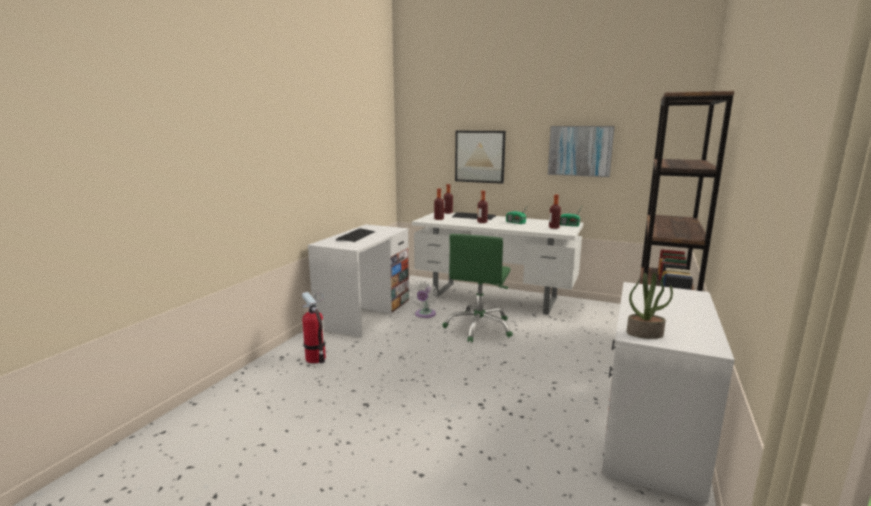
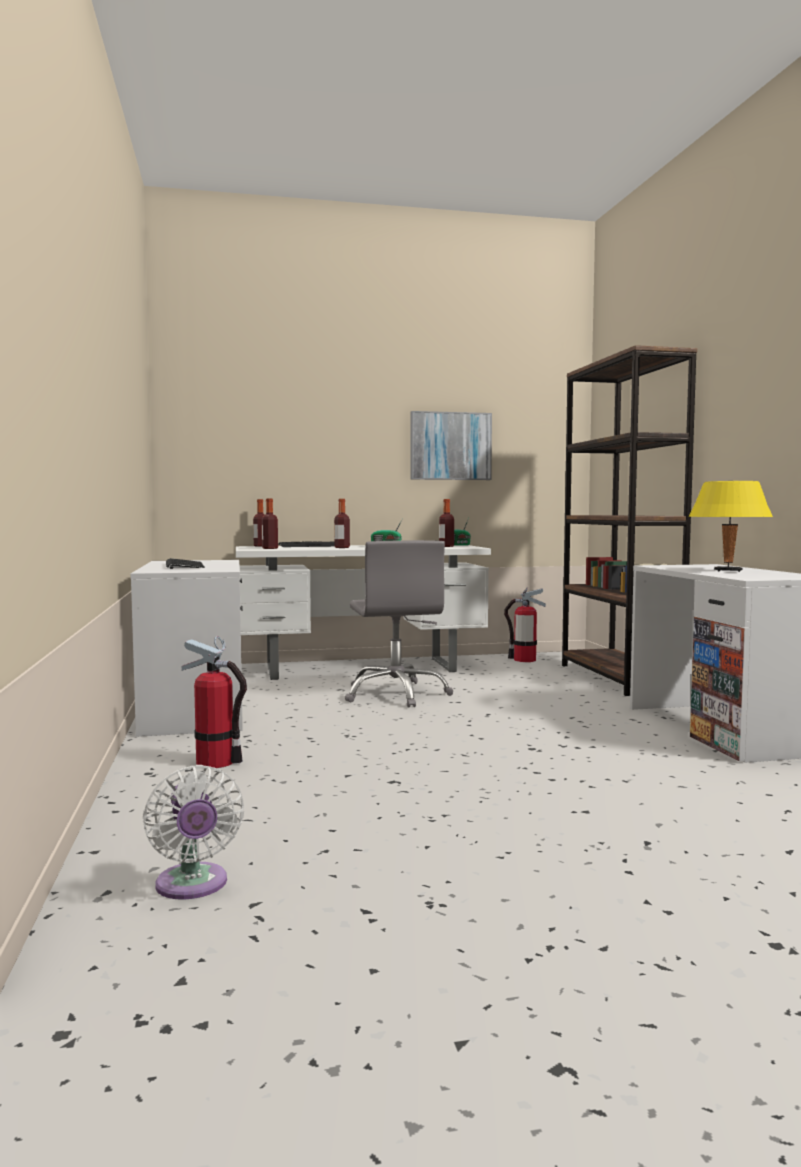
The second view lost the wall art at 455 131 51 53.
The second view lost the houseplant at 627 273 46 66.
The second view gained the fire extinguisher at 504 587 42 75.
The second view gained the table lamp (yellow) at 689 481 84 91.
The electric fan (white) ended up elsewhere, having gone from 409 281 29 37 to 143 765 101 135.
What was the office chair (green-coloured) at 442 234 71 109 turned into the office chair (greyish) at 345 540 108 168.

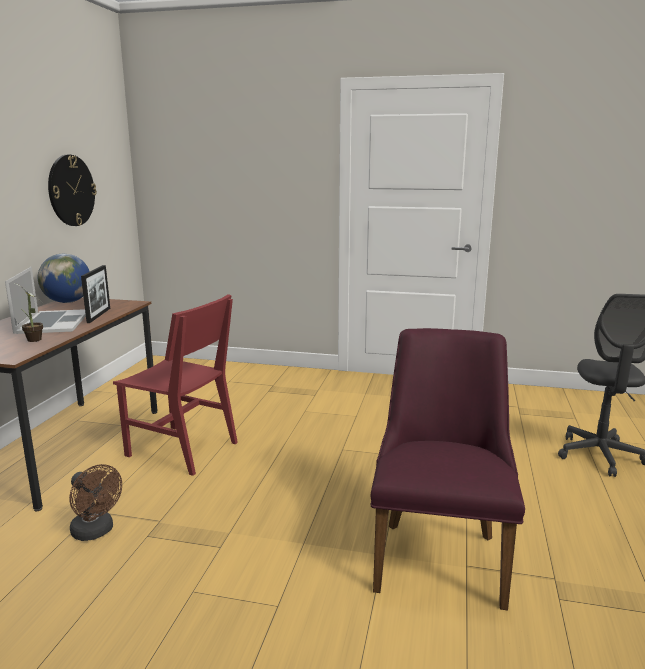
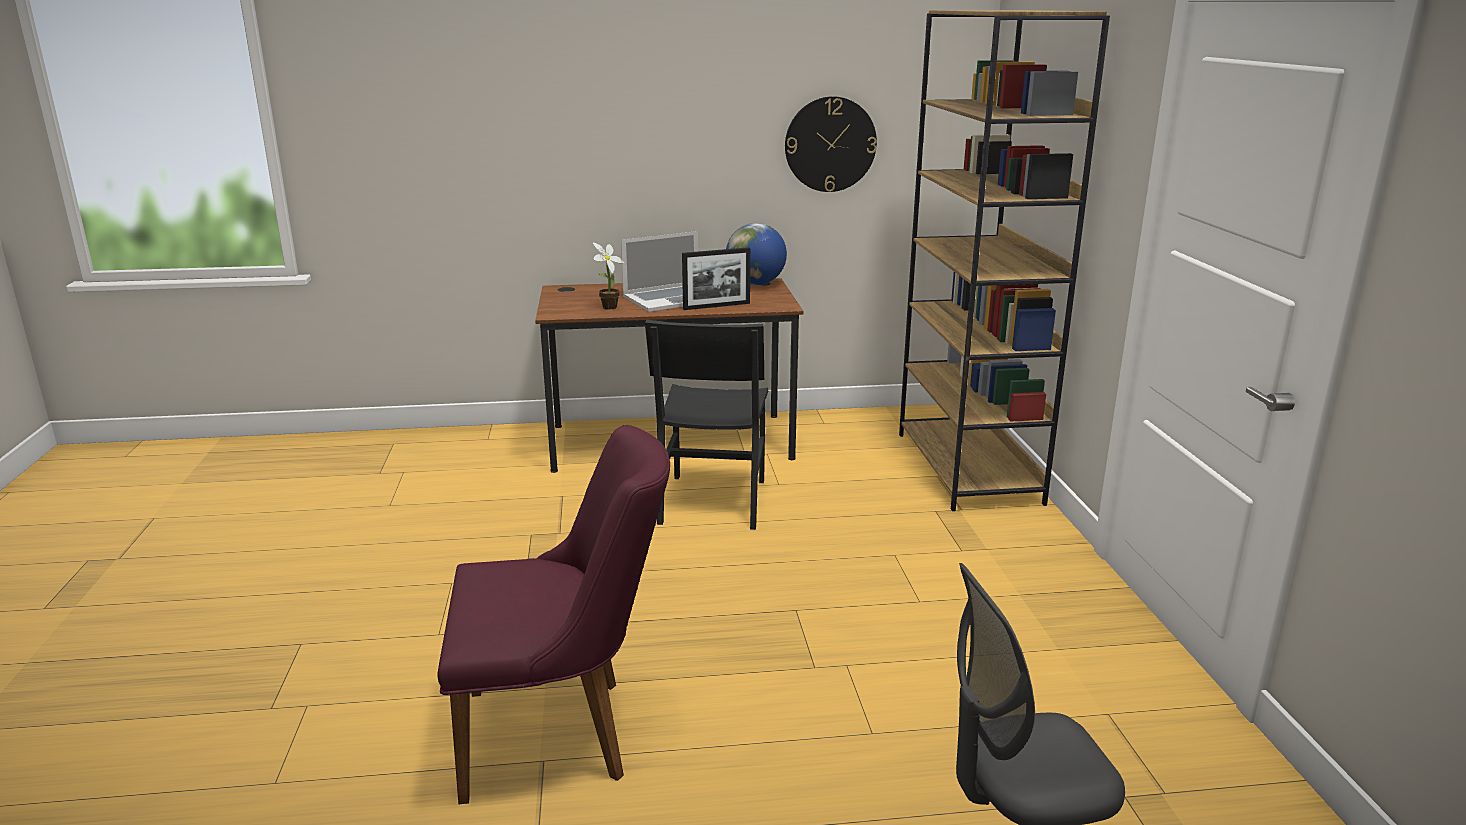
The second view lost the electric fan (brown) at 69 464 53 77.
The second view gained the shelving unit (brown) at 899 10 211 501.
What was the upright chair (red) at 113 294 125 182 turned into the upright chair (black-coloured) at 645 320 123 210.

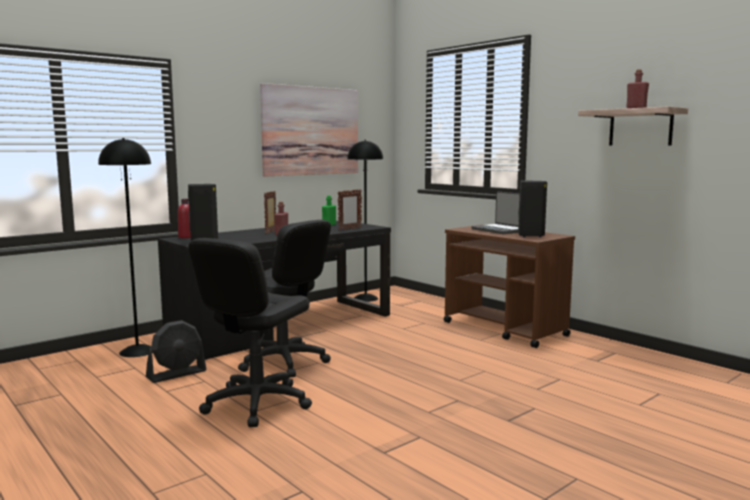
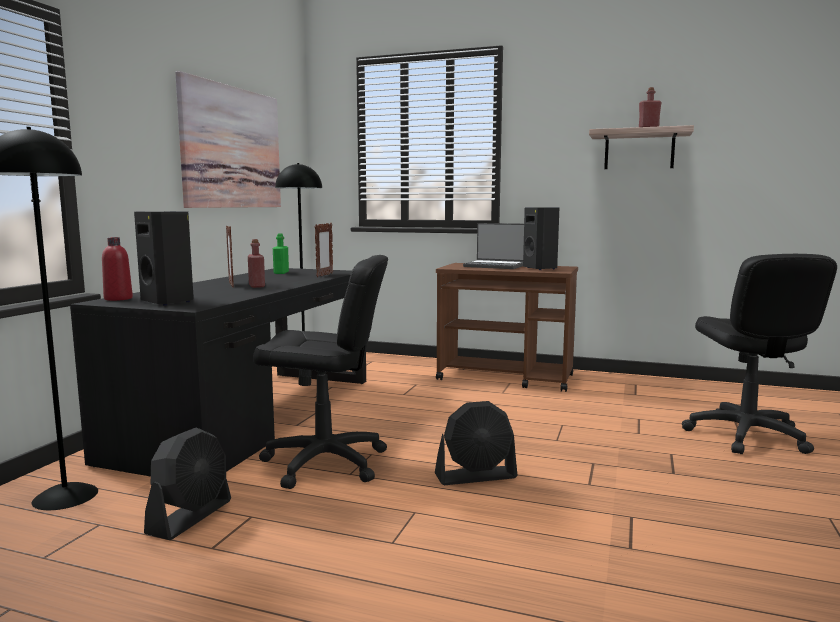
The second view gained the electric fan (black-coloured) at 435 401 83 84.
The office chair (black-coloured) ended up elsewhere, having gone from 188 238 124 189 to 682 254 155 200.

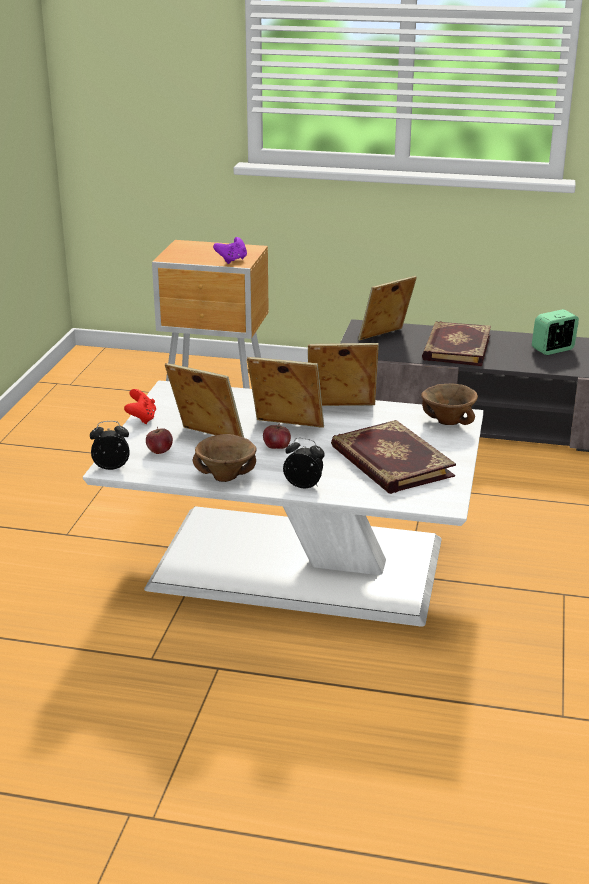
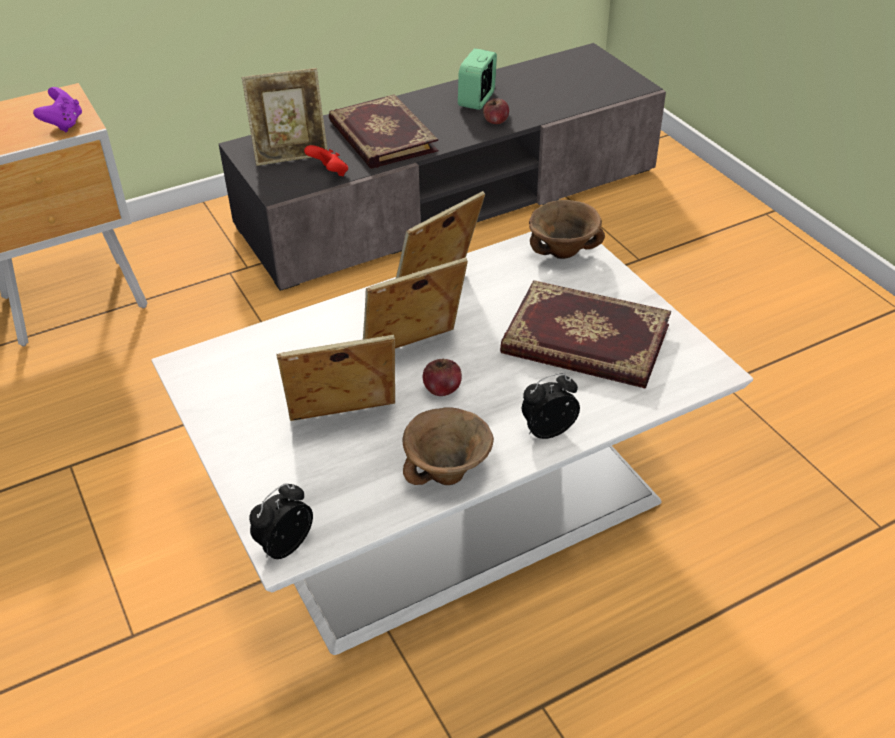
The joypad (red) ended up elsewhere, having gone from 124 389 32 35 to 304 145 44 31.
The apple fruit ended up elsewhere, having gone from 146 427 27 27 to 483 98 26 26.
The photo frame at 358 276 59 64 ended up facing another way, 120 degrees counterclockwise from before.

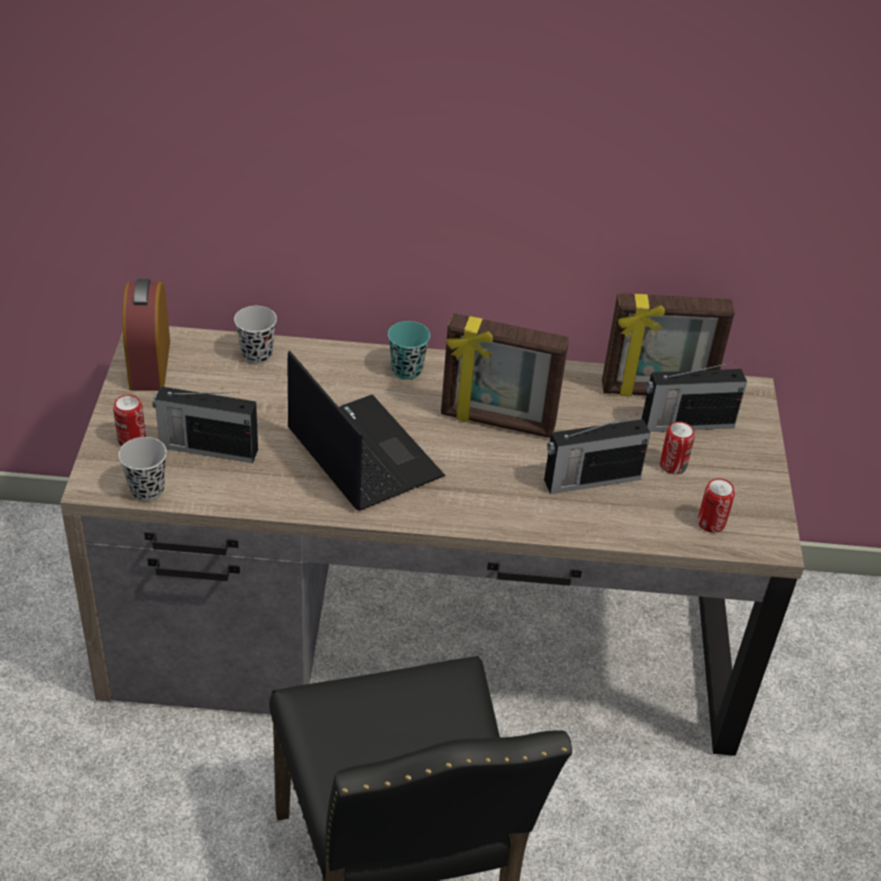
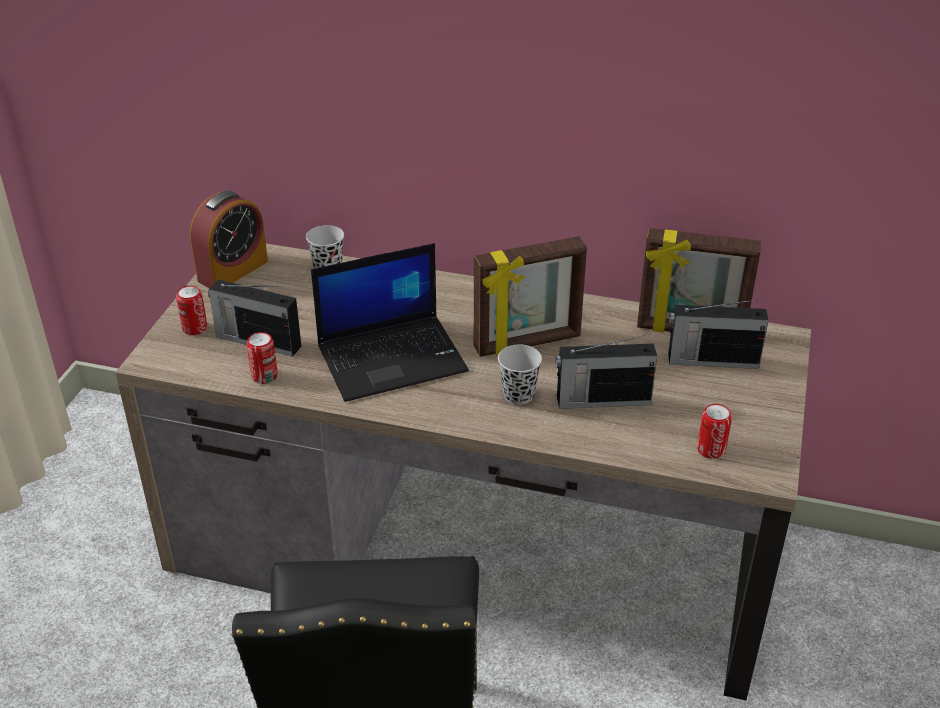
The second view lost the small cup (turquoise) at 388 321 42 59.
The small cup (black-coloured) ended up elsewhere, having gone from 119 437 48 65 to 498 345 44 60.
The metal can ended up elsewhere, having gone from 660 422 35 53 to 247 332 31 52.
The table clock at 122 279 48 112 ended up facing another way, 150 degrees counterclockwise from before.
The notebook computer at 287 350 159 161 ended up facing another way, 90 degrees clockwise from before.
The photo frame at 441 313 128 125 ended up facing another way, 45 degrees counterclockwise from before.

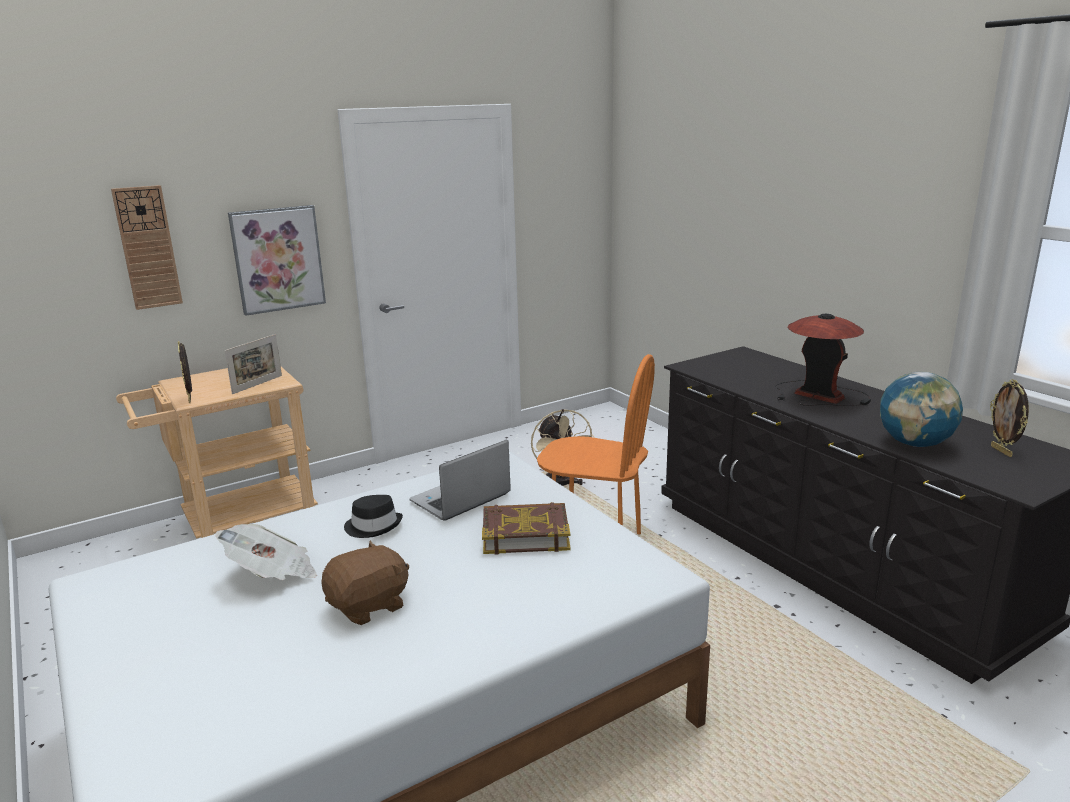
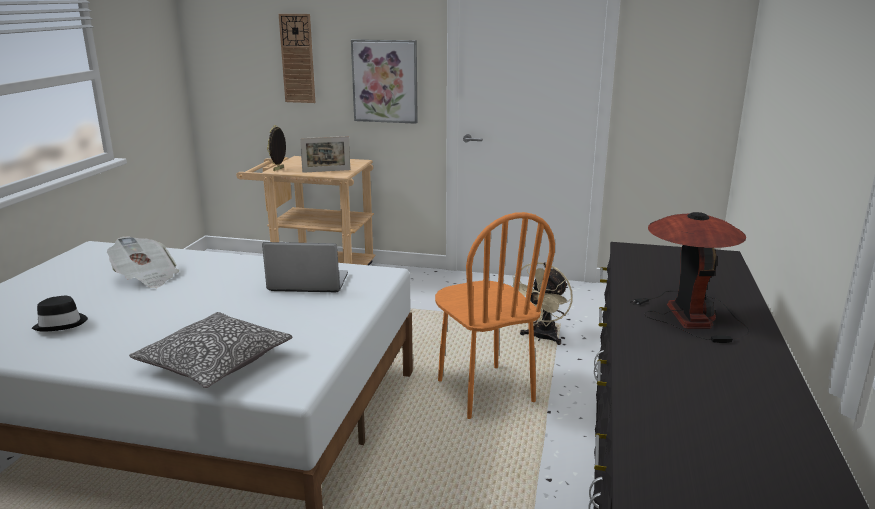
The second view lost the cuddly toy (brown) at 321 540 88 85.
The second view lost the volume at 482 502 89 53.
The second view lost the desk globe at 880 371 83 76.
The second view lost the photo frame at 990 379 39 78.
The second view gained the cushion at 129 312 164 76.
The wearable hat (black-coloured) ended up elsewhere, having gone from 344 495 59 43 to 32 296 56 36.

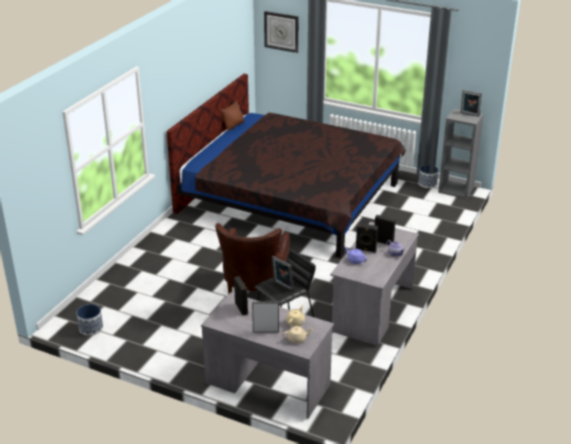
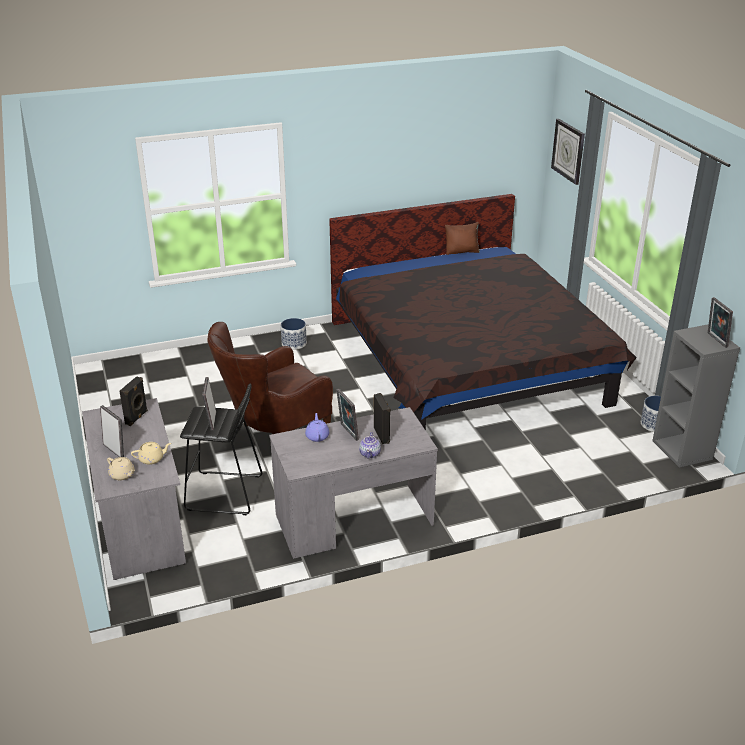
The plant pot ended up elsewhere, having gone from 76 304 27 32 to 281 318 26 32.
Where the audio speaker (black-coloured) stood at 355 223 23 30, the photo frame came to stand at 336 389 23 52.

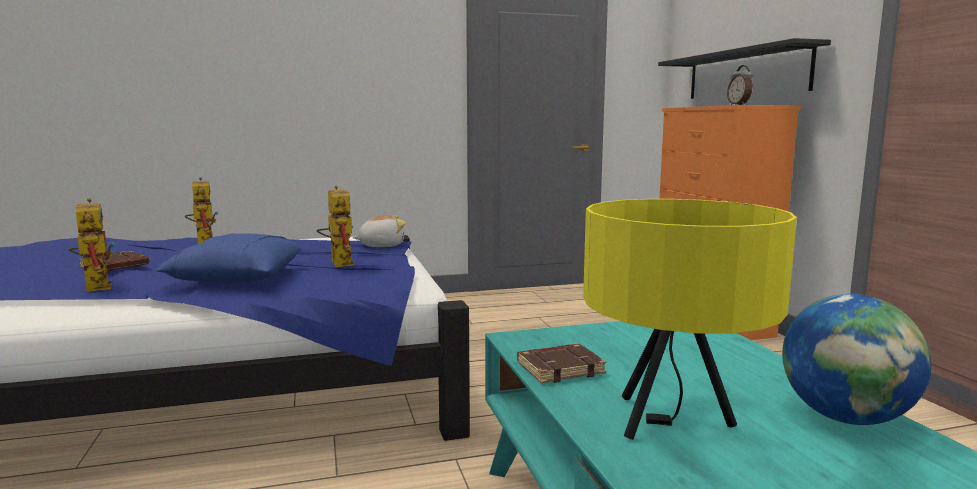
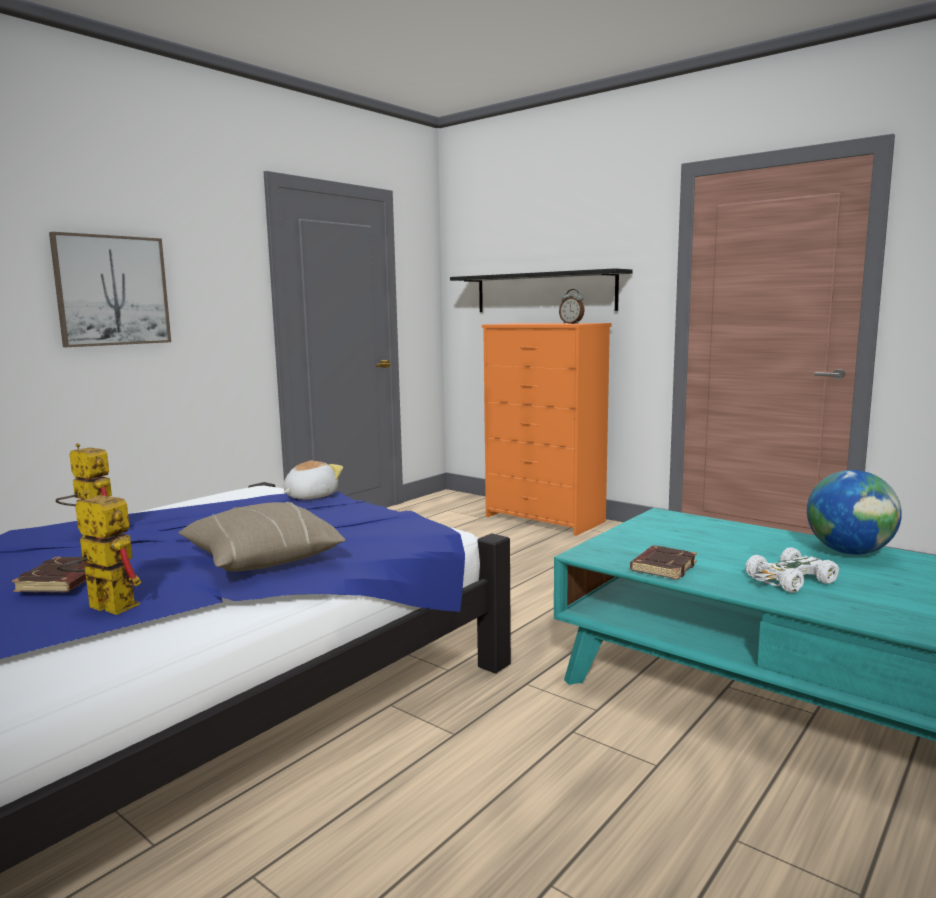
The second view lost the toy robot at 317 185 37 82.
The second view gained the wall art at 49 232 122 115.
Where the table lamp (yellow) stood at 583 199 214 241, the miniature car (white) came to stand at 746 547 93 46.
What was the cushion (blue-coloured) at 155 233 147 50 turned into the cushion (beige) at 178 502 168 70.

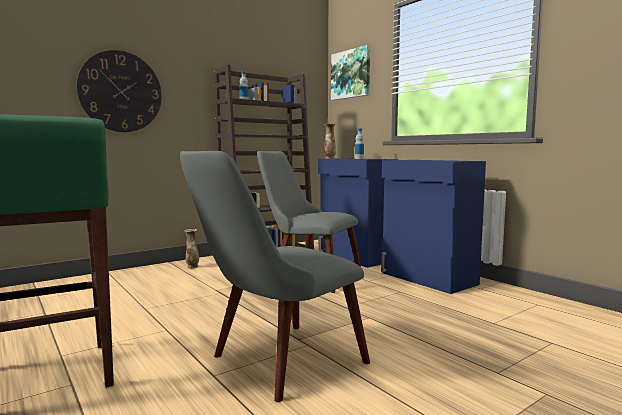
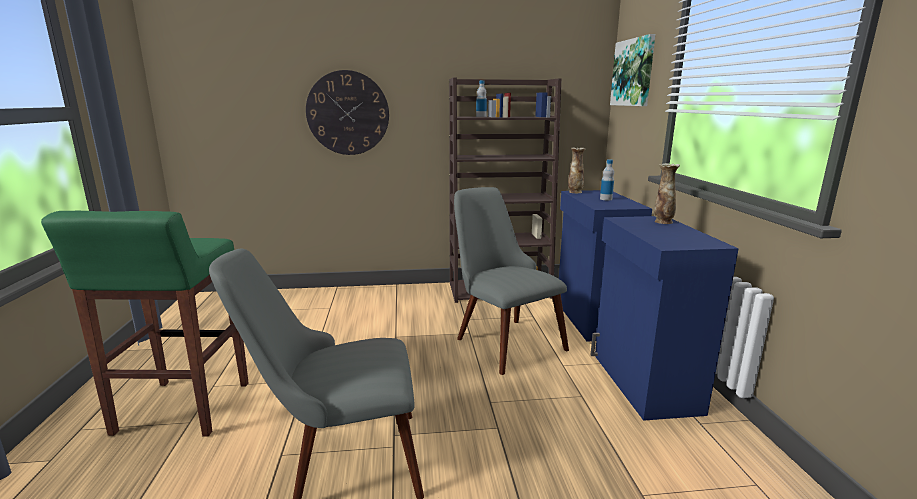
The flower vase ended up elsewhere, having gone from 185 229 14 39 to 654 163 26 61.

